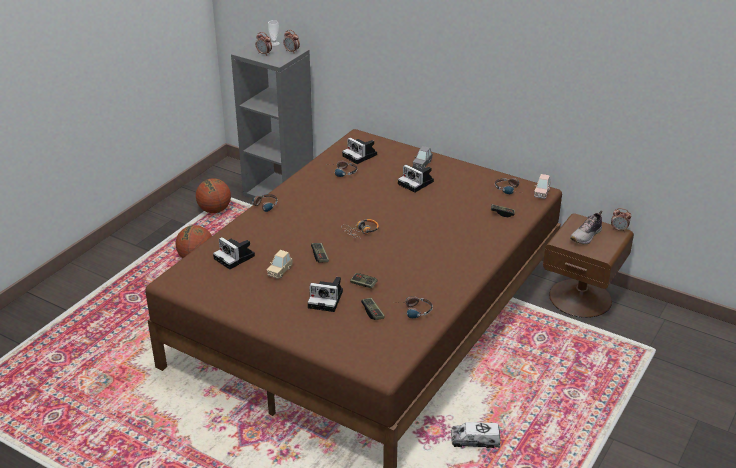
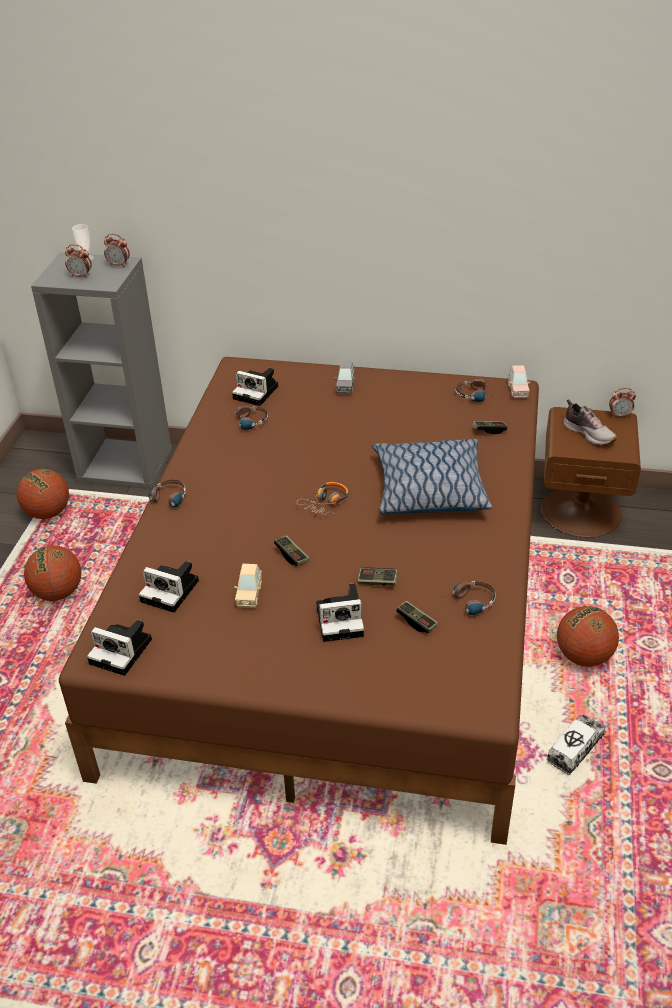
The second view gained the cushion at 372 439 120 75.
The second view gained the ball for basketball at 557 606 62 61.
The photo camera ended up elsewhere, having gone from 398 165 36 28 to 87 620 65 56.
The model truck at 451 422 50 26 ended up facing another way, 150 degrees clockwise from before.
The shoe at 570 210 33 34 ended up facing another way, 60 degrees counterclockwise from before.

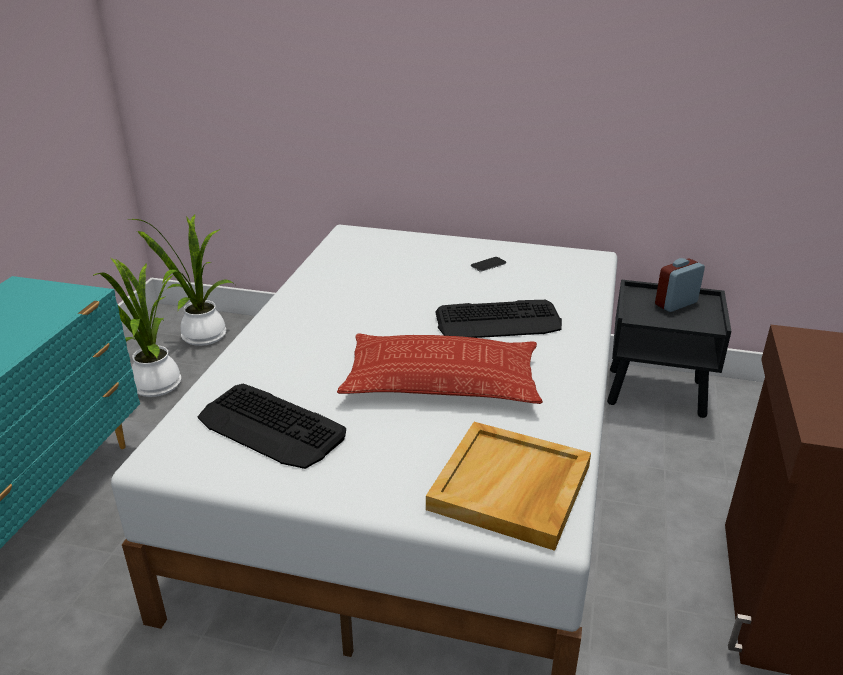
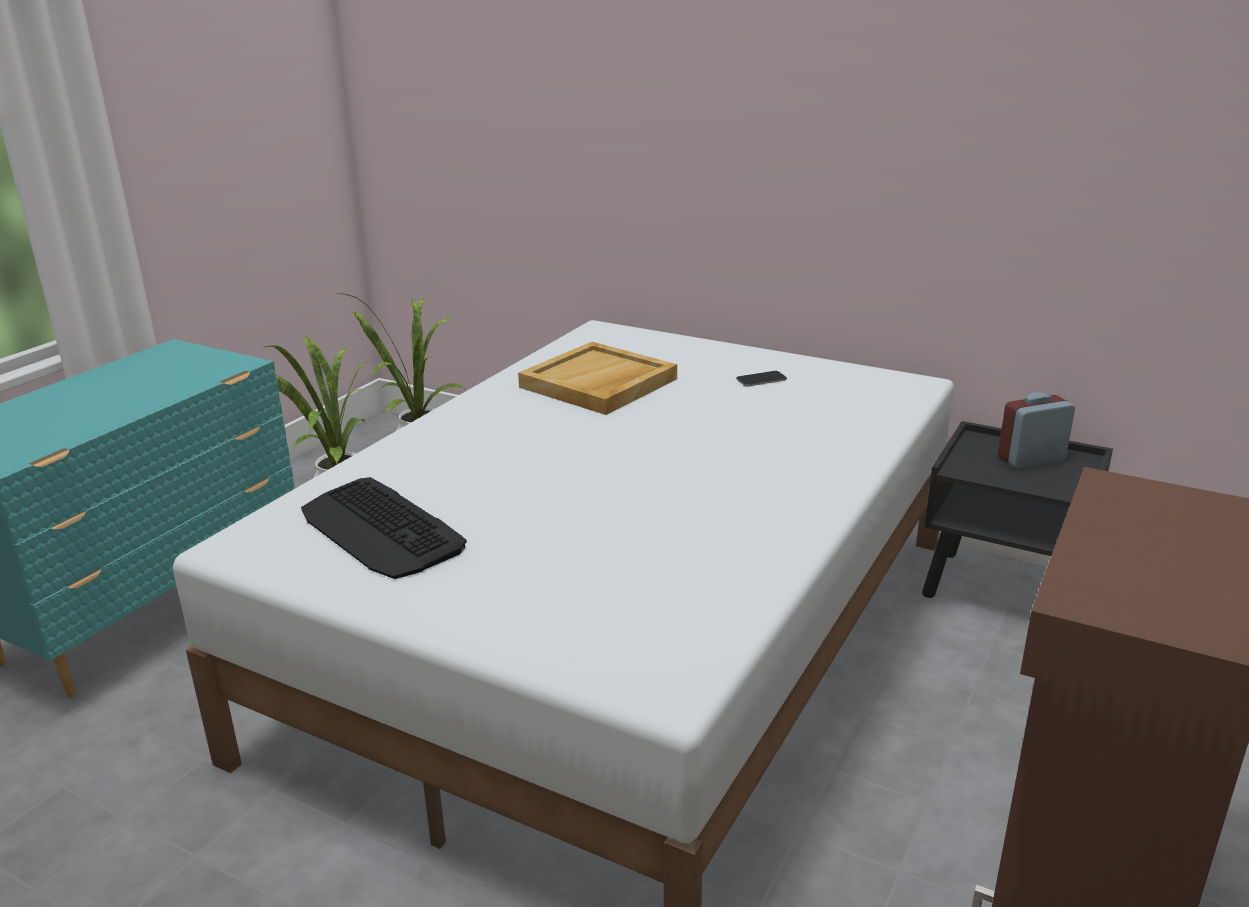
The second view lost the cushion at 337 334 206 70.
The second view lost the keyboard at 435 300 127 38.
The serving tray (beige) ended up elsewhere, having gone from 426 422 165 129 to 518 342 159 73.

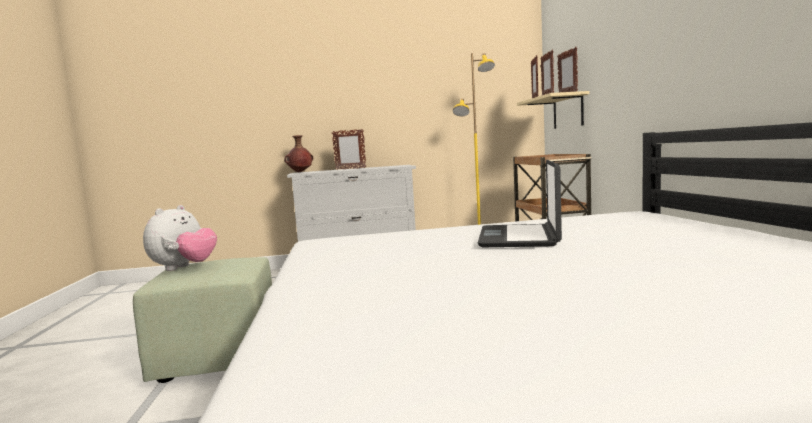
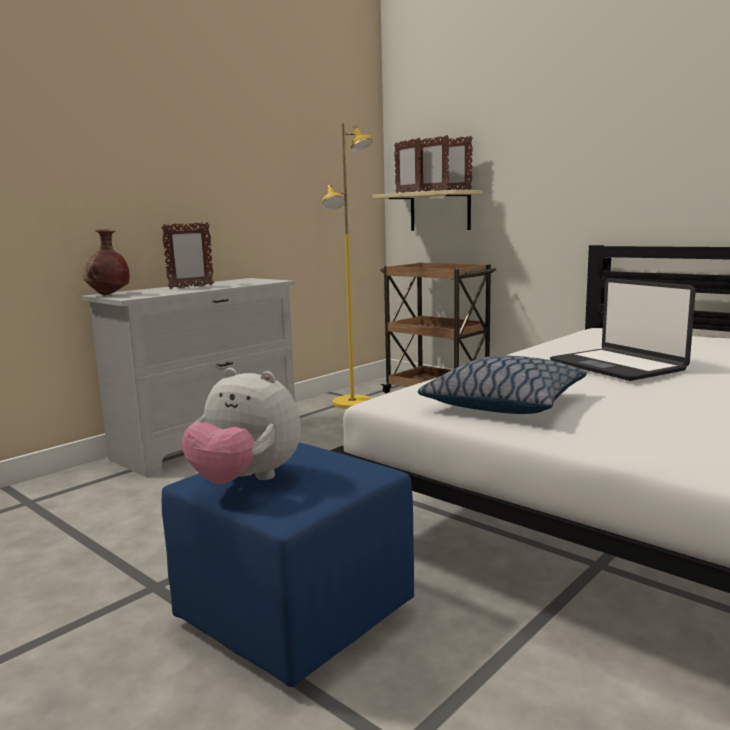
The second view gained the cushion at 418 355 169 59.
What was the ottoman (green-coloured) at 133 257 139 126 turned into the ottoman (blue-coloured) at 162 442 252 245.
The cuddly toy at 143 205 74 66 ended up facing another way, 135 degrees clockwise from before.

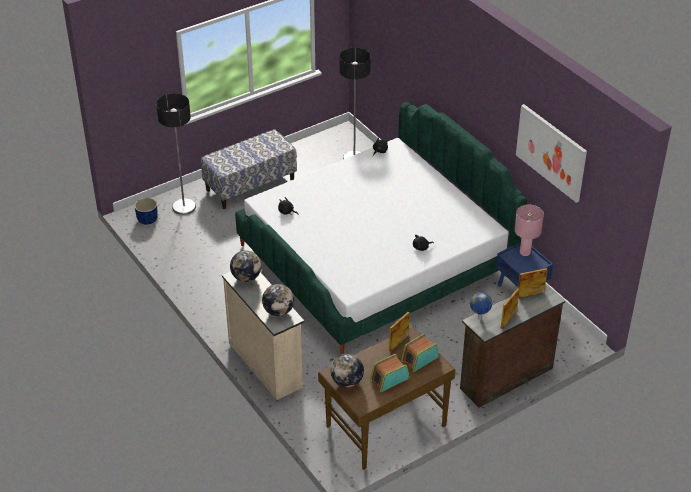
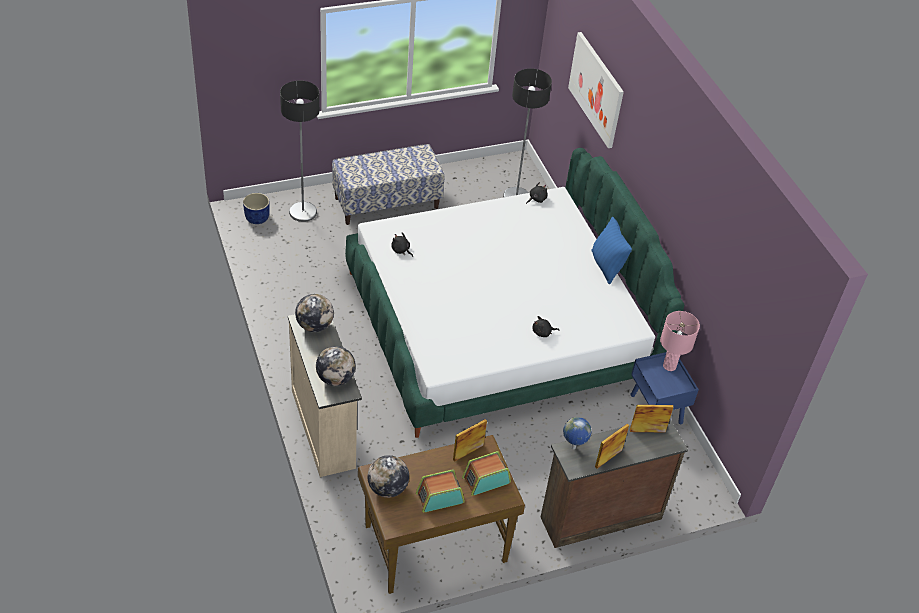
The second view gained the cushion (blue-coloured) at 591 217 41 67.
The wall art ended up elsewhere, having gone from 516 104 71 99 to 568 32 56 116.

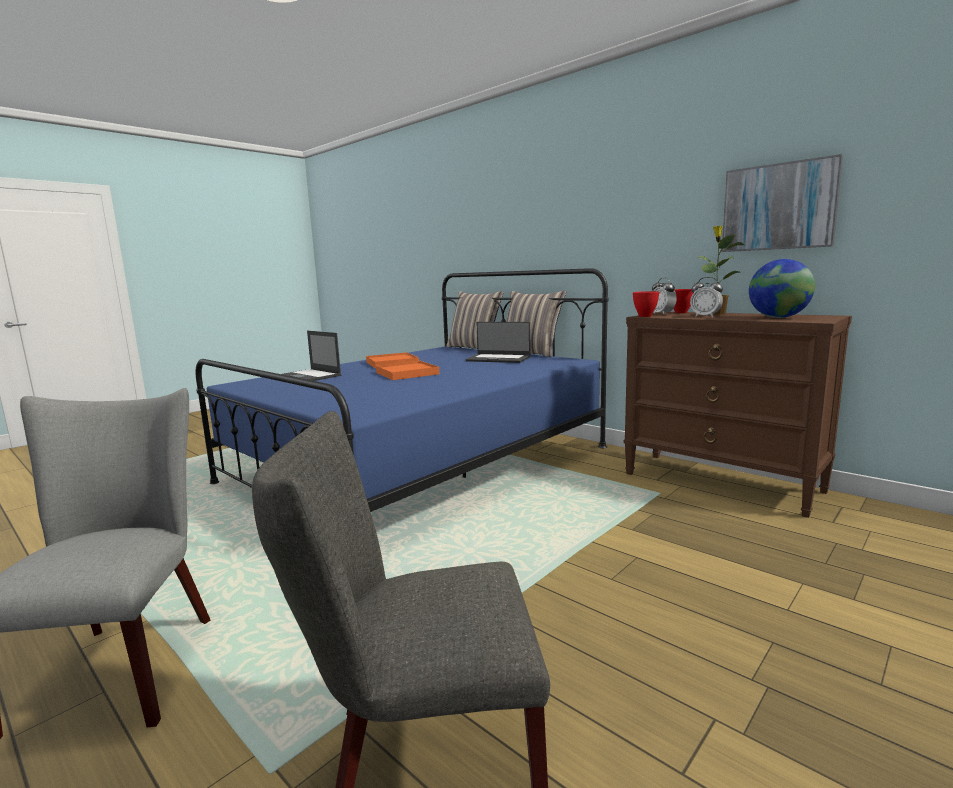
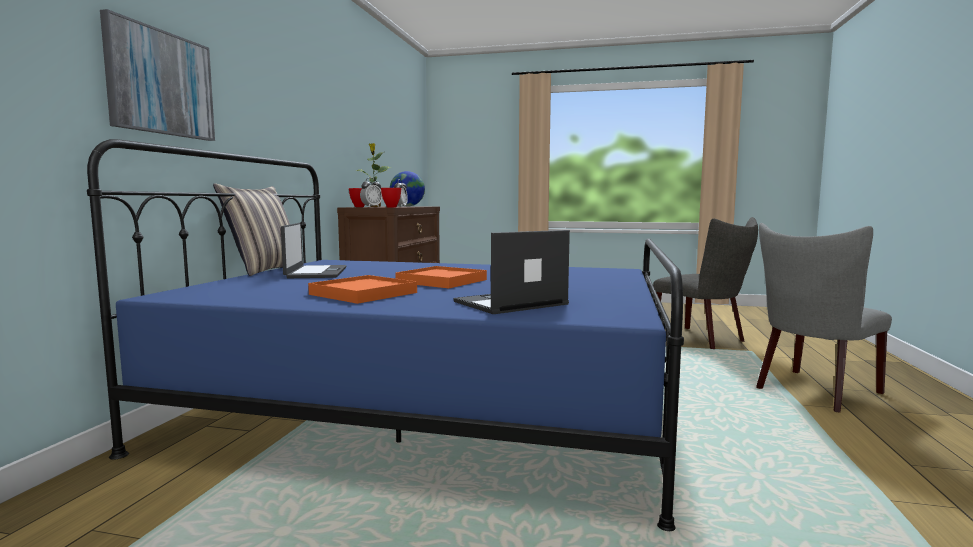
The second view lost the cushion at 446 291 58 58.
The wall art ended up elsewhere, having gone from 722 154 121 98 to 100 9 115 132.
The notebook computer at 282 331 60 50 ended up facing another way, 135 degrees counterclockwise from before.

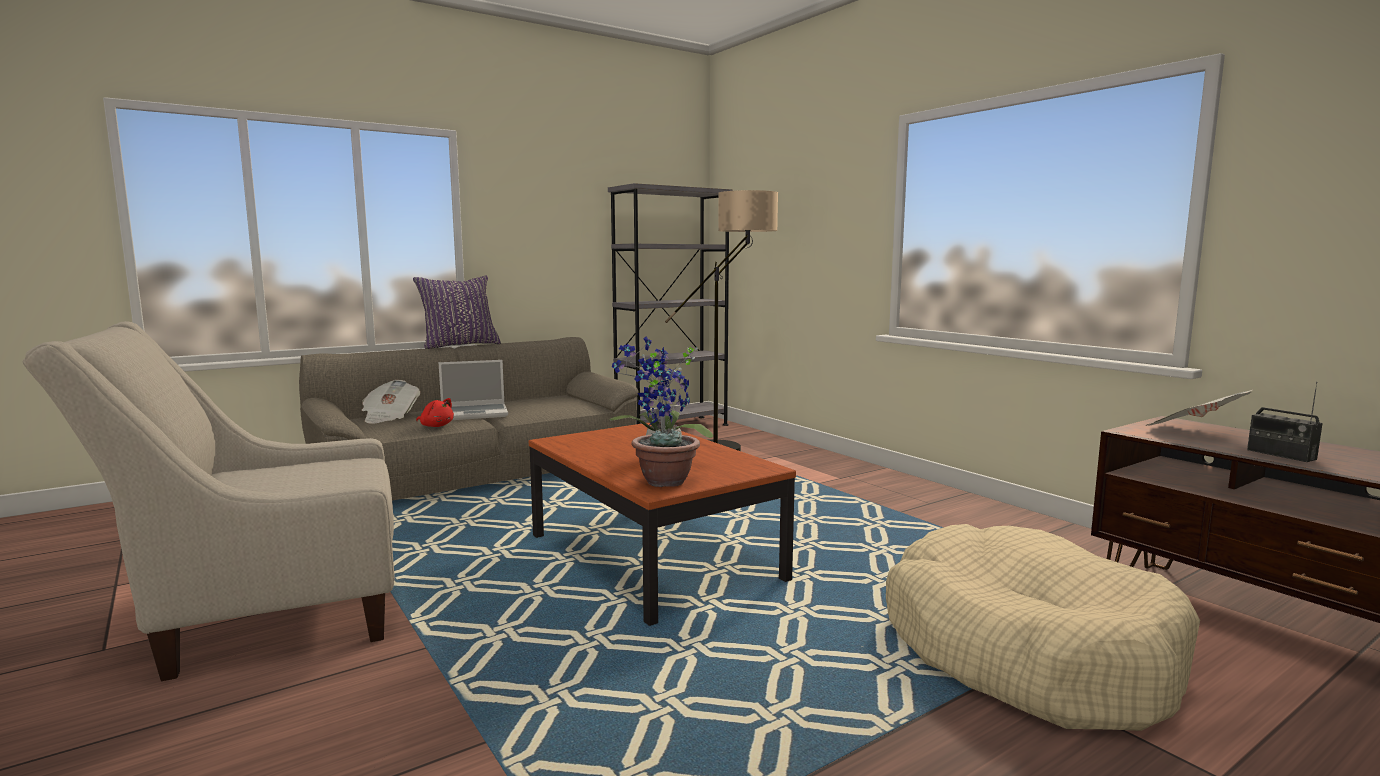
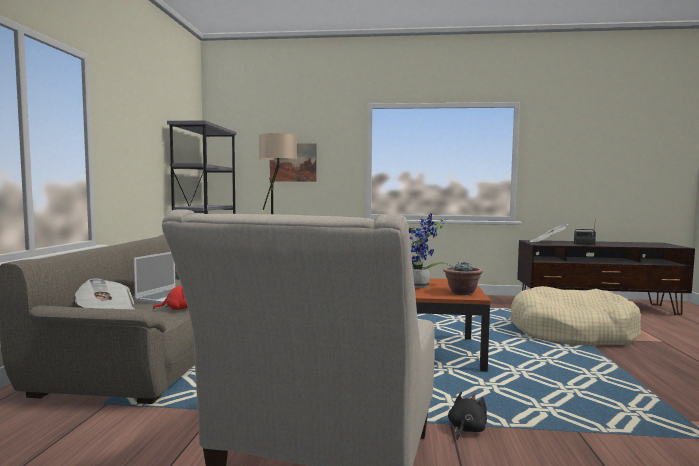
The second view lost the cushion (purple) at 413 276 88 73.
The second view gained the wall art at 270 143 46 39.
The second view gained the cuddly toy (black-coloured) at 448 392 39 48.

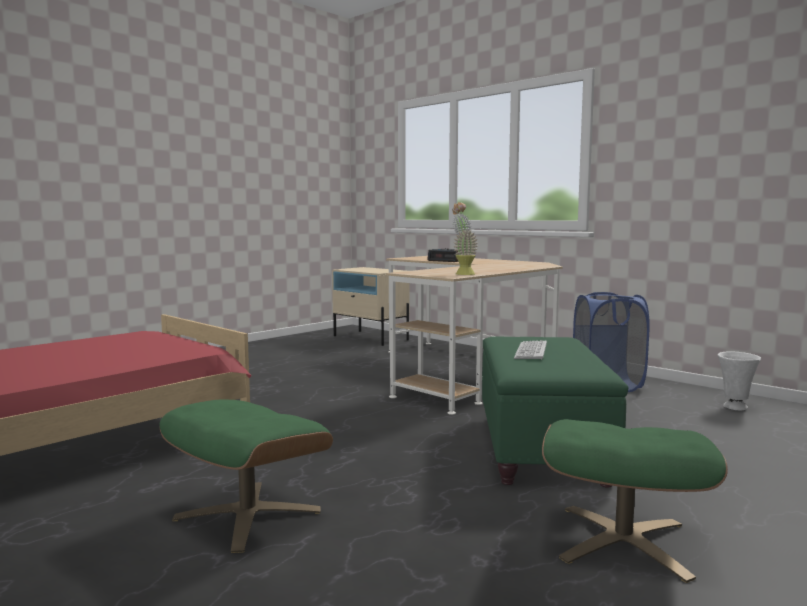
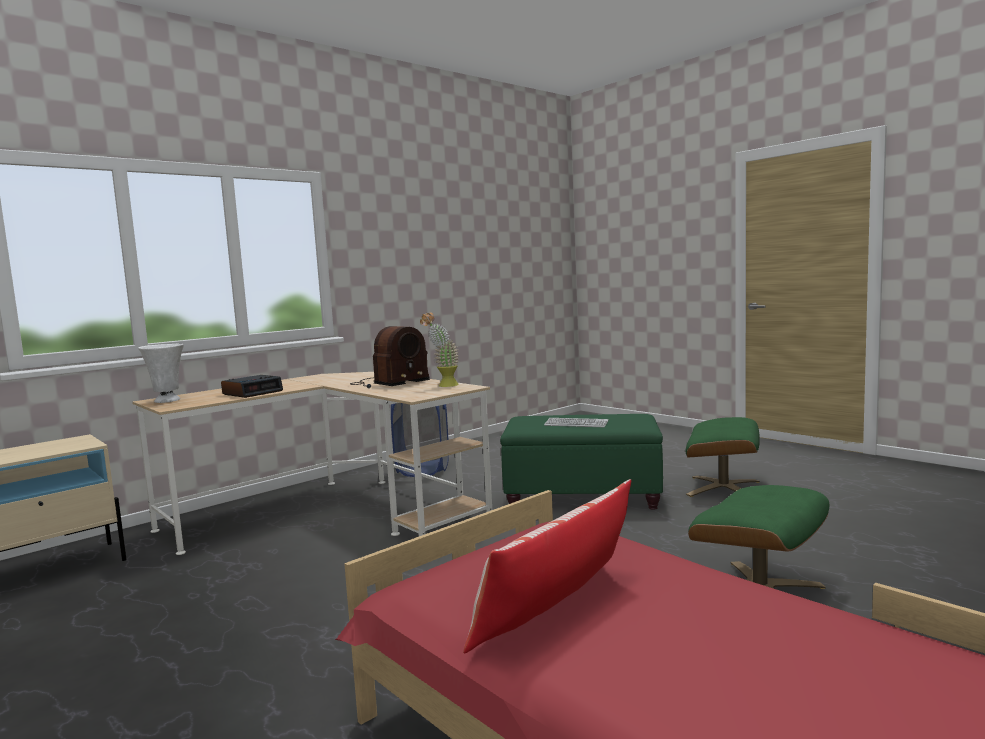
The second view gained the radio set at 350 326 80 62.
The second view gained the cushion at 463 479 168 175.
The flower vase (white) ended up elsewhere, having gone from 718 352 43 58 to 138 343 46 60.

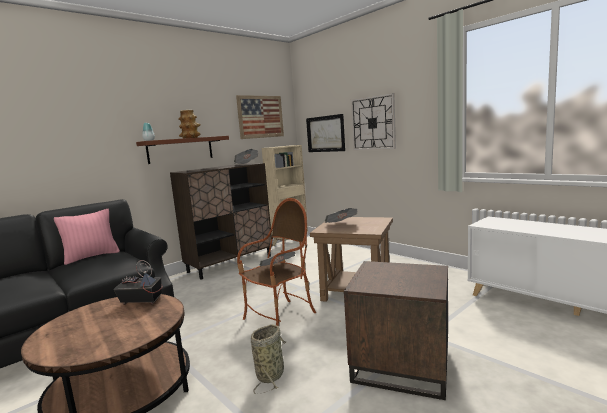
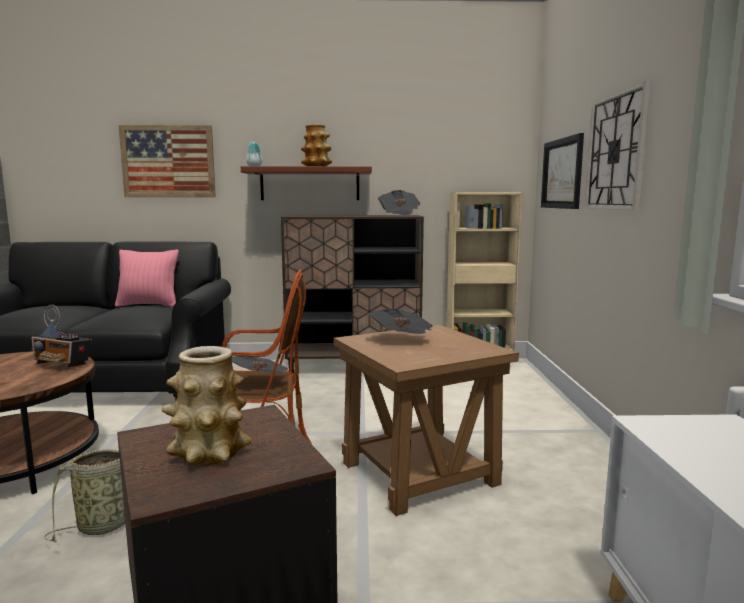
The second view gained the flower vase at 162 346 90 120.
The wall art ended up elsewhere, having gone from 236 95 48 44 to 119 125 97 72.
The radio set at 114 260 48 45 ended up facing another way, 150 degrees clockwise from before.

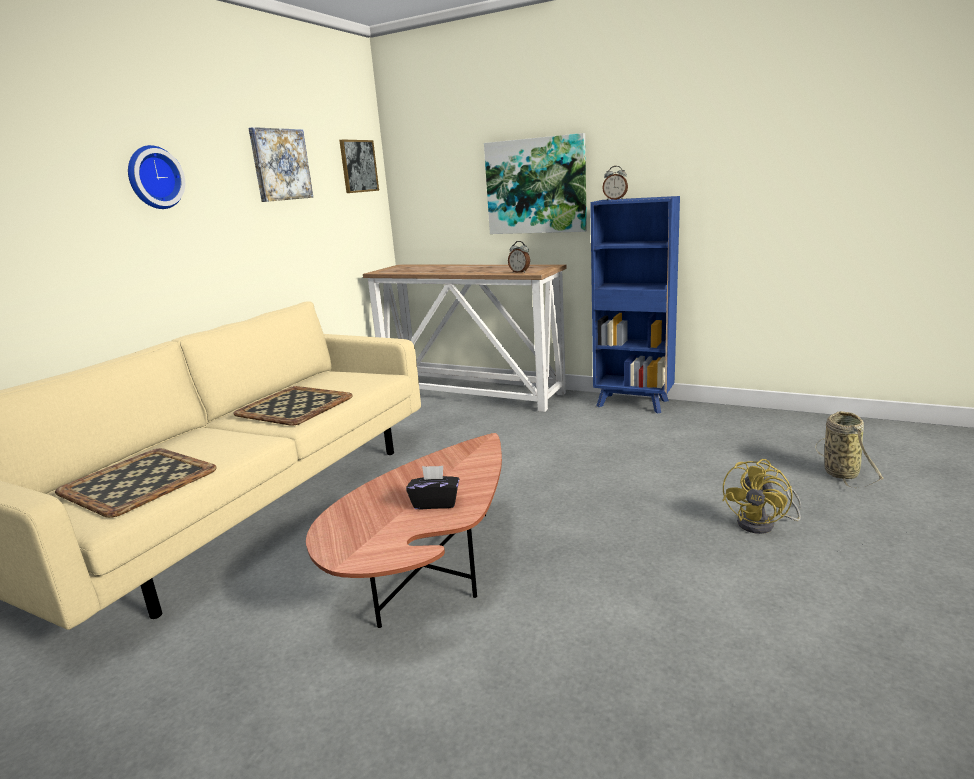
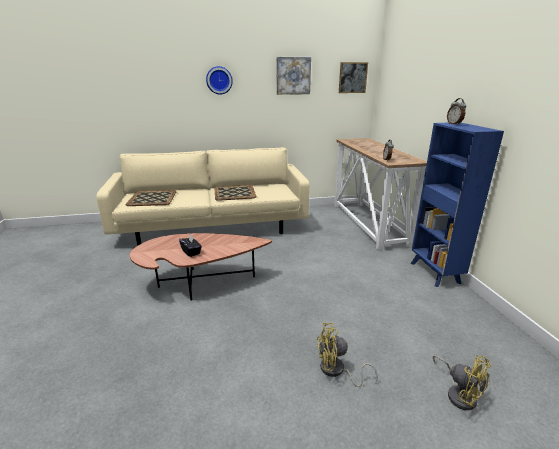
The second view lost the wall art at 484 133 103 101.
Where the storage basket stood at 815 411 69 77, the electric fan (yellow) came to stand at 433 355 59 55.

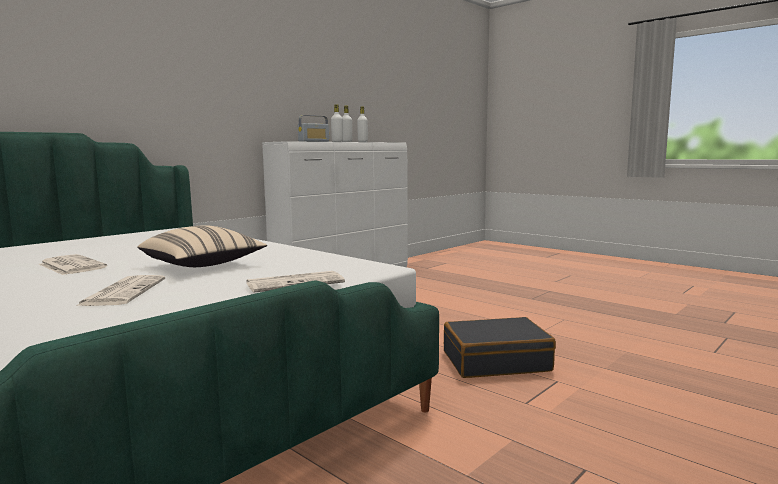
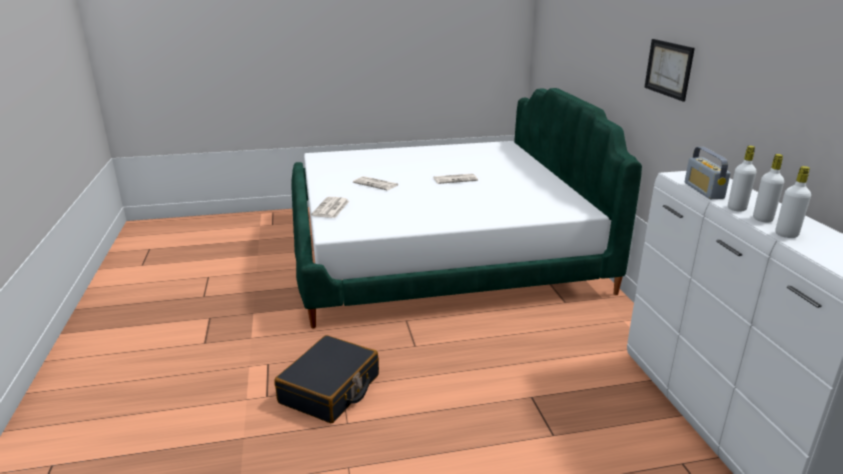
The second view lost the cushion (beige) at 138 225 129 42.
The second view gained the wall art at 644 39 51 62.

